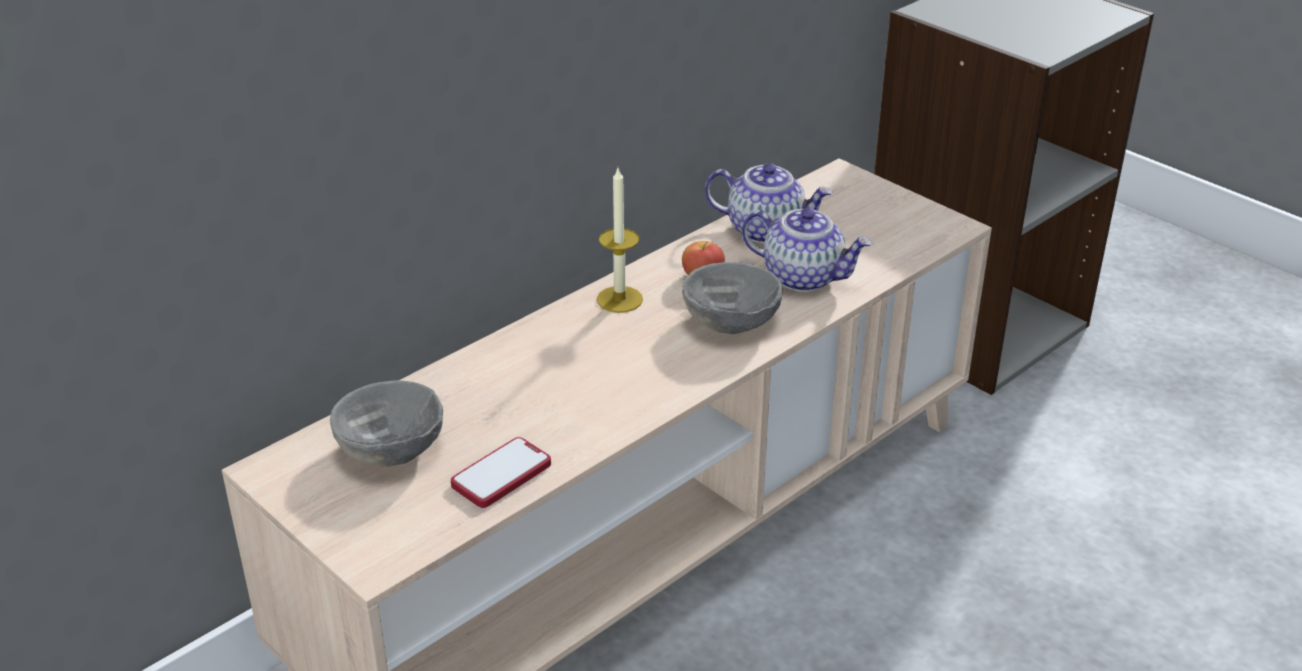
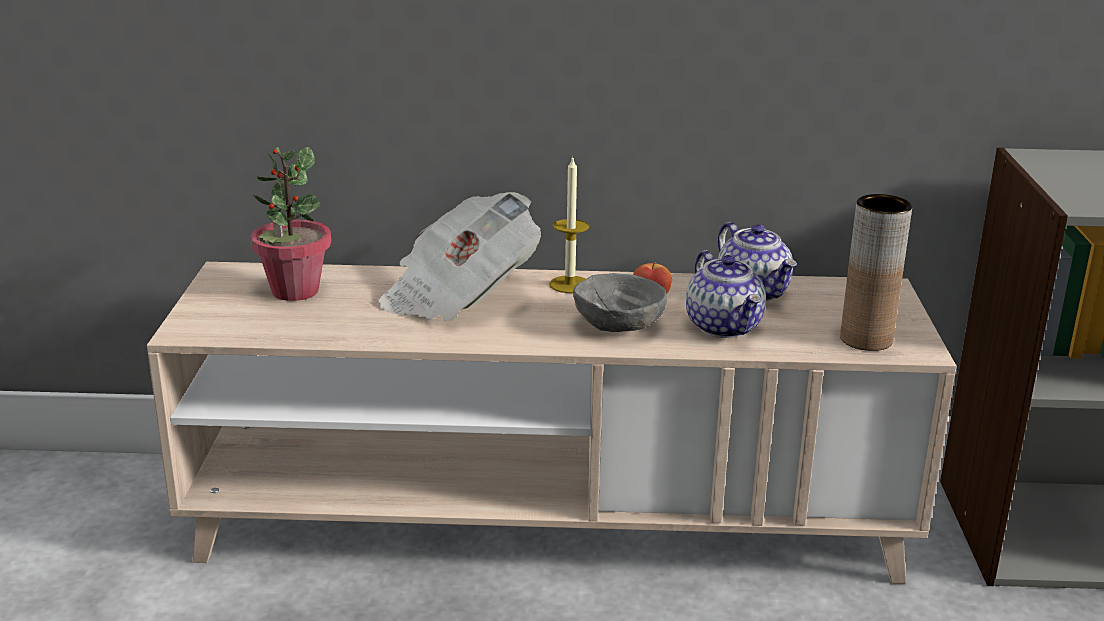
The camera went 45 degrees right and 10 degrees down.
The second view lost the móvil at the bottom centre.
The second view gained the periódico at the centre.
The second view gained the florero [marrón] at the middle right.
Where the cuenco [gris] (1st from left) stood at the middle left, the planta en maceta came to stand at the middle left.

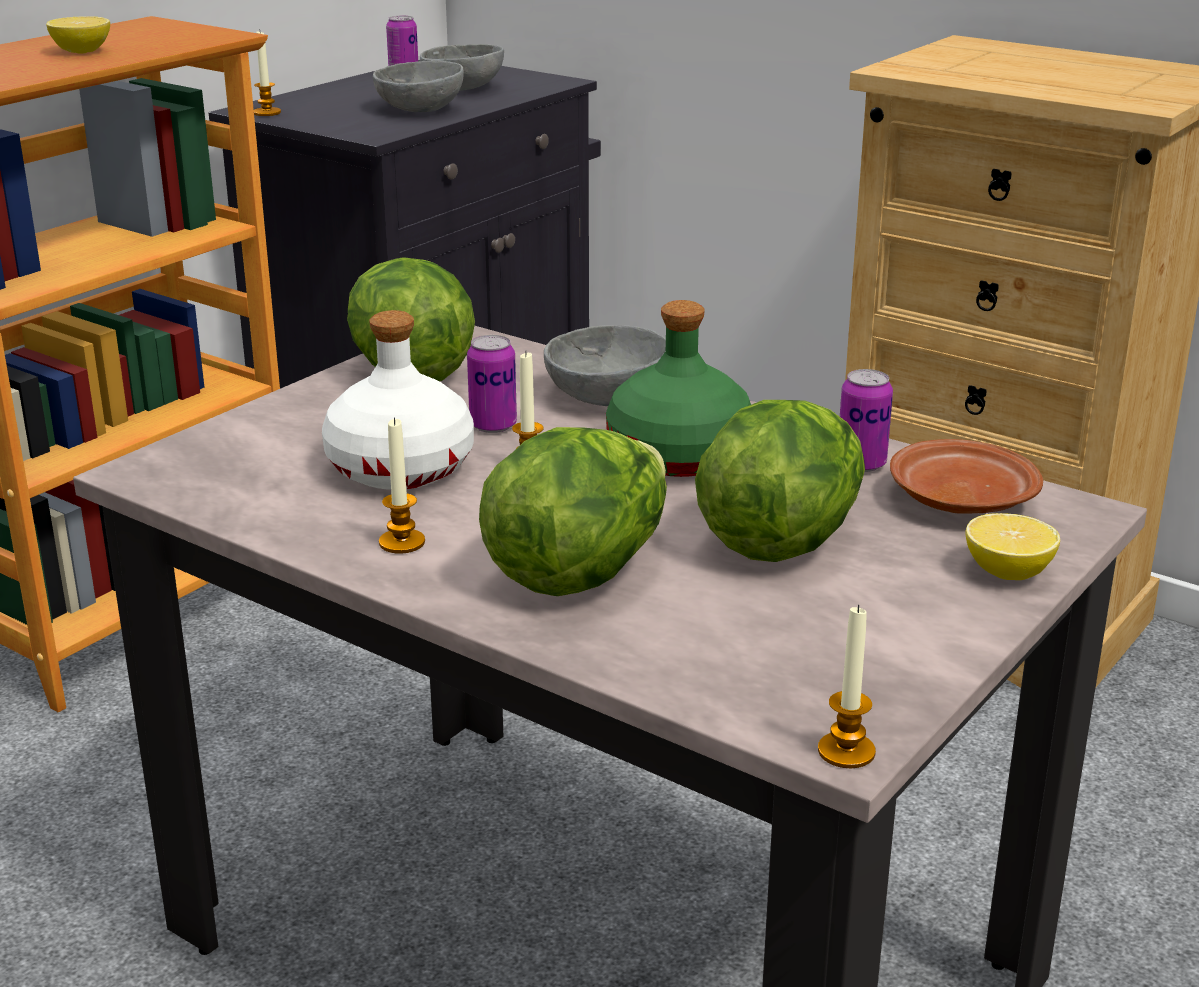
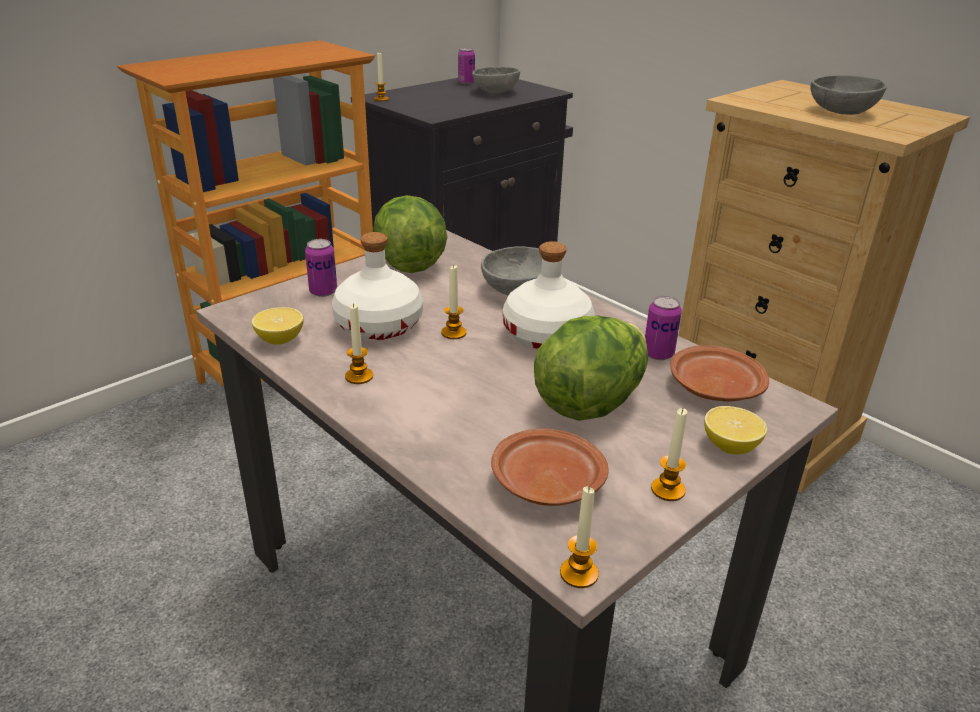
The camera went 10 degrees right and 5 degrees up.
The second view lost the lechuga (2nd from left) at the centre.
The second view gained the plato [marrón] (1st from left) at the centre.
The second view gained the vela (5th from left) at the middle right.
The limón (1st from left) ended up elsewhere, having gone from the top left to the middle left.
The cuenco [gris] (1st from left in the first image) ended up elsewhere, having gone from the top centre to the top right.
The lata (2nd from left in the first image) ended up elsewhere, having gone from the centre to the middle left.
What was the botella [verde] at the centre turned into the botella [blanco] (2nd from left) at the centre.

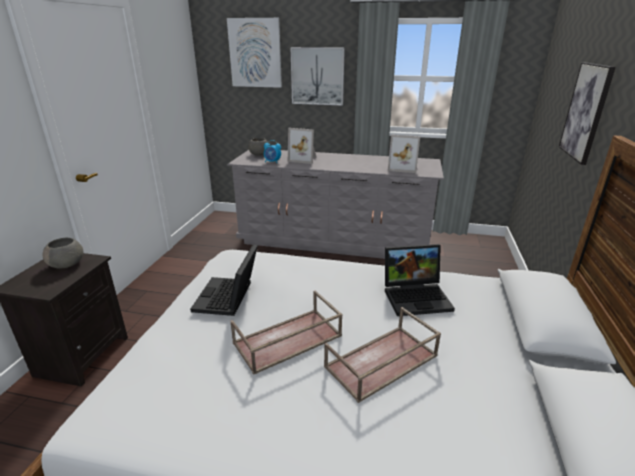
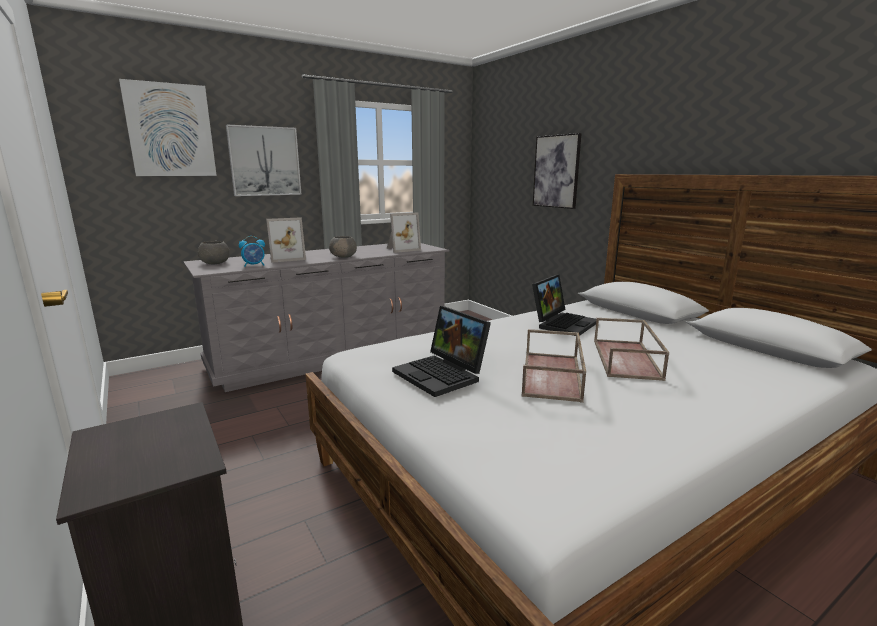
The camera went 45 degrees left and 10 degrees down.
The cuenco [gris] (1st from left in the first image) ended up elsewhere, having gone from the middle left to the centre.

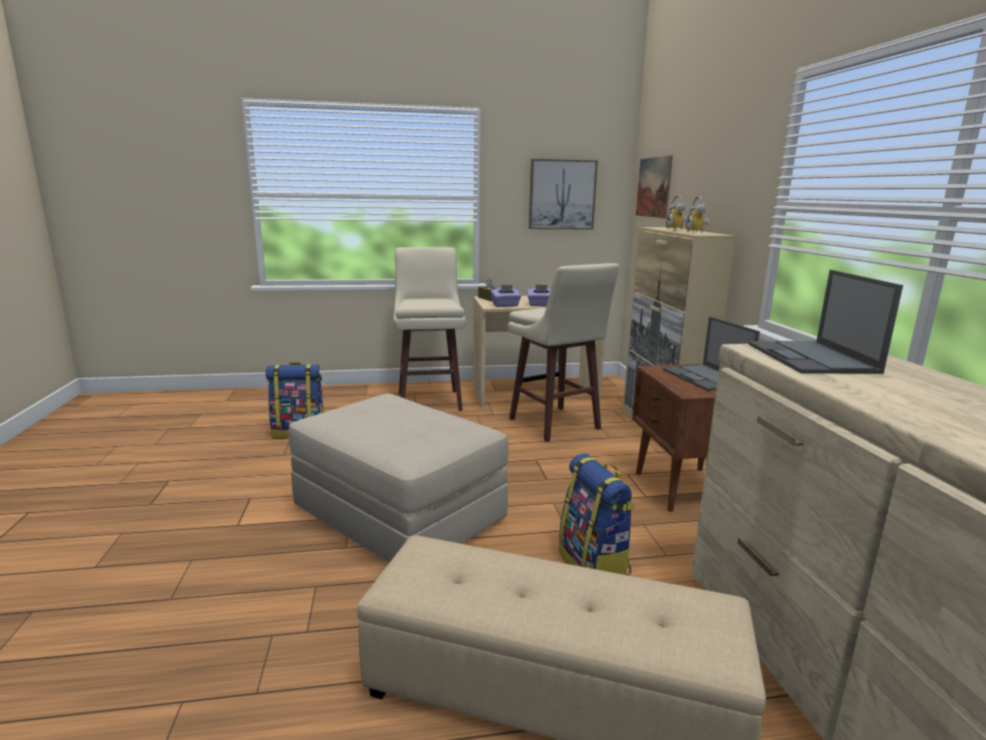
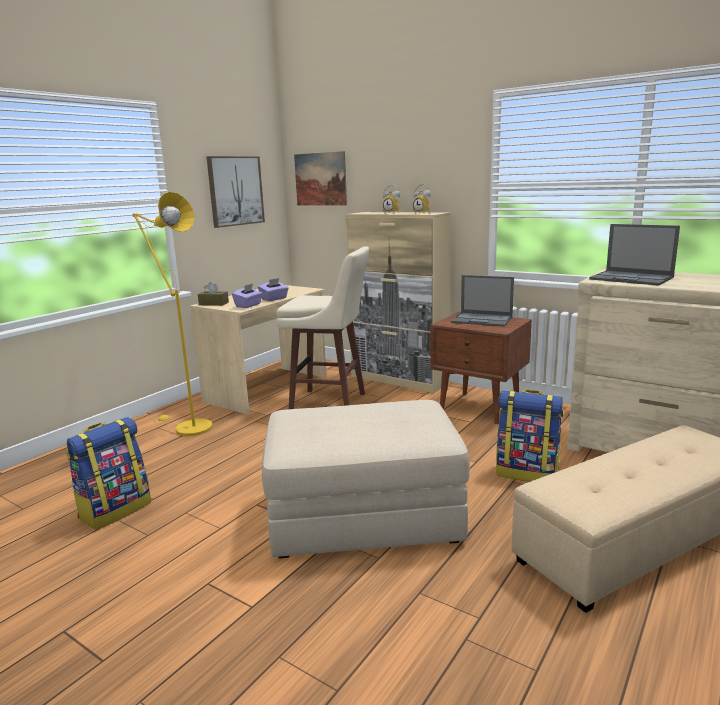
The camera went 45 degrees left and 0 degrees up.
Where the taburete [beis] (1st from left) stood at the centre, the lámpara de pie [amarillo] came to stand at the middle left.

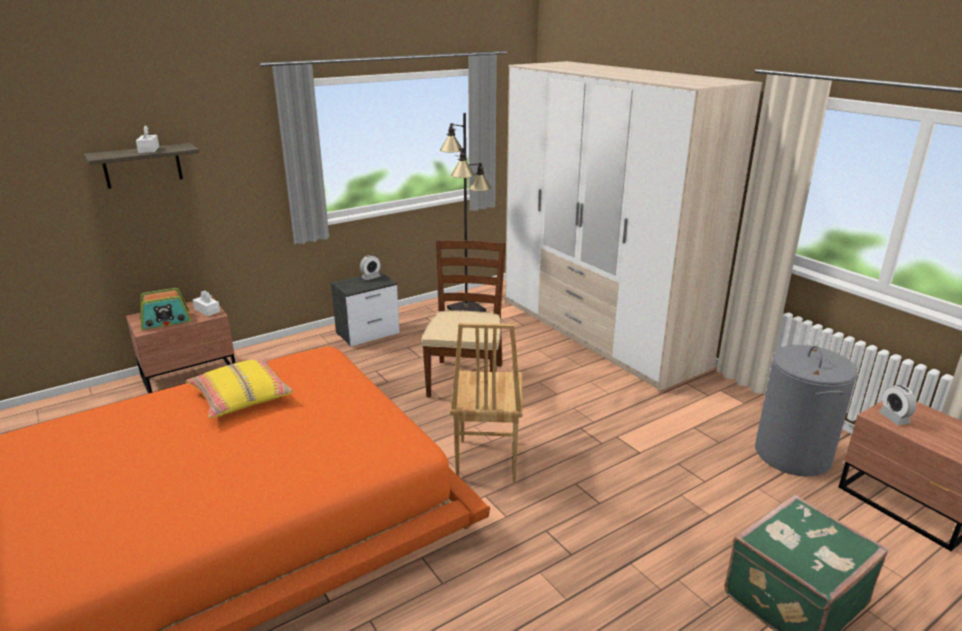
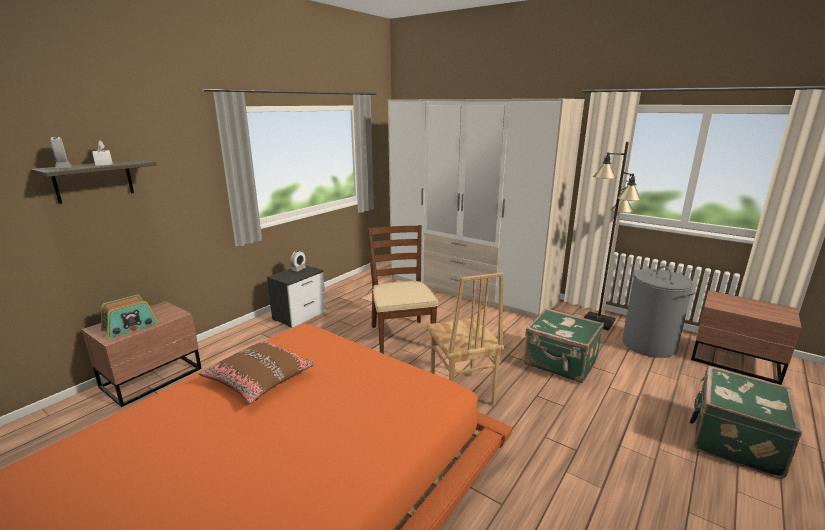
The camera went 20 degrees left and 5 degrees down.
The second view lost the caja de pañuelos [blanco] (2nd from left) at the middle left.
The second view gained the maleta [verde] (1st from left) at the middle right.
The lámpara de pie [negro] ended up elsewhere, having gone from the centre to the middle right.
The despertador (2nd from left in the first image) ended up elsewhere, having gone from the middle right to the top left.
What was the cojín [amarillo] at the middle left turned into the cojín [marrón] at the bottom left.

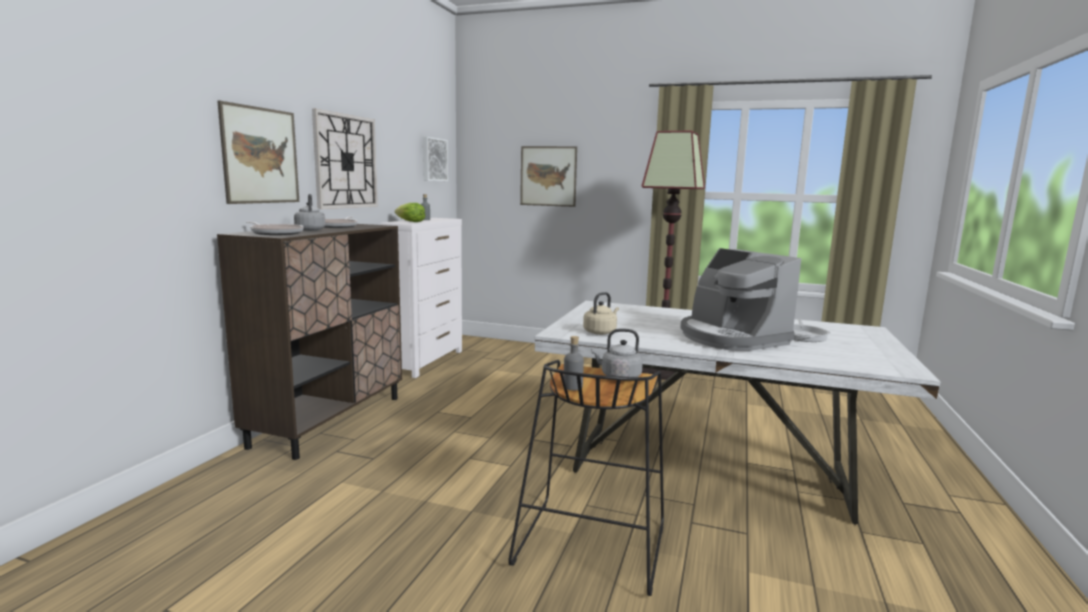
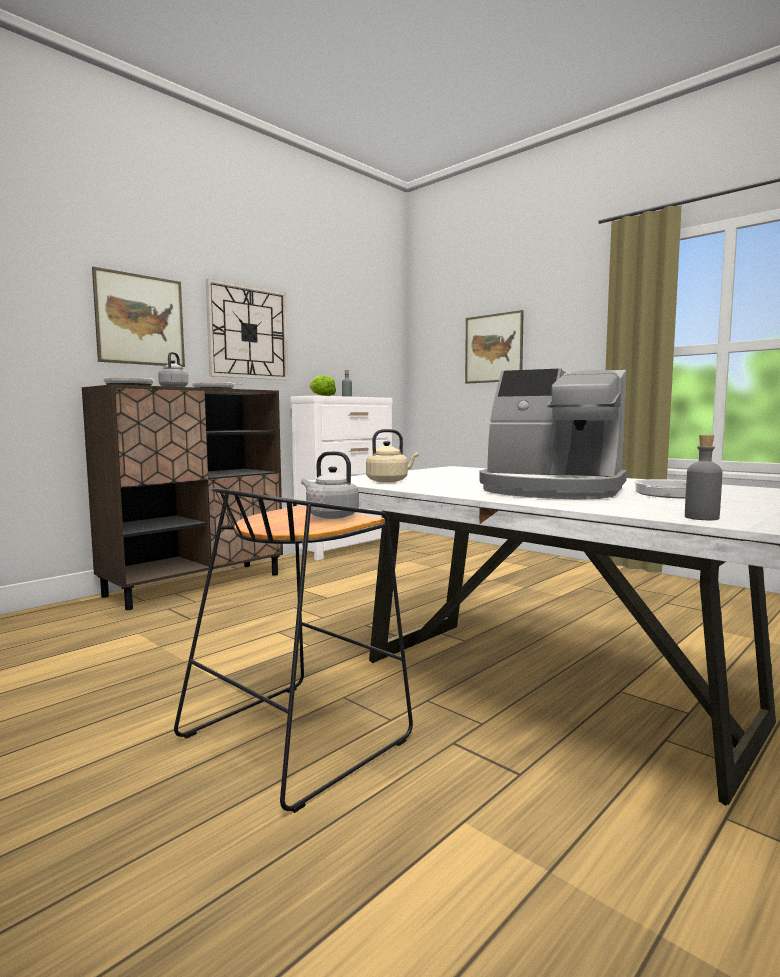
The camera went 25 degrees right and 5 degrees down.
The second view lost the cuadro (2nd from left) at the top centre.
The second view lost the lámpara de pie at the centre.
The botella [gris] (2nd from left) ended up elsewhere, having gone from the centre to the middle right.
The cafetera at the middle right ended up facing another way, 60 degrees counterclockwise from before.

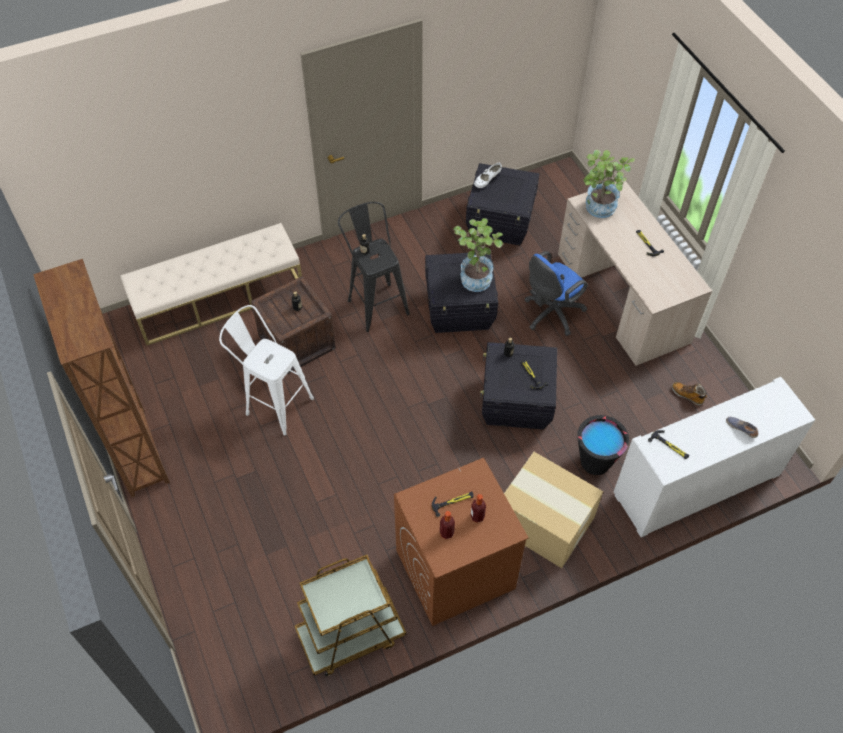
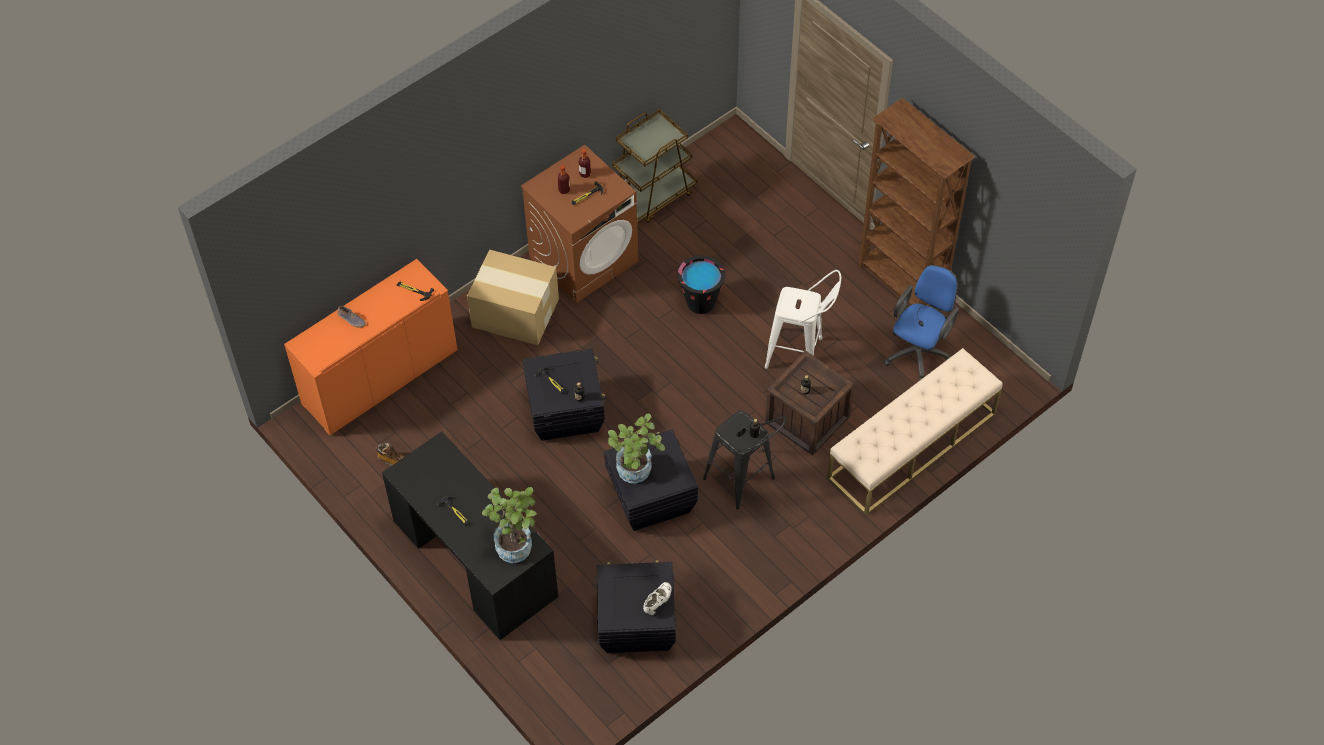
The camera went 165 degrees right and 0 degrees up.
The silla de oficina [azul] ended up elsewhere, having gone from the centre to the middle right.
The cubo [negro] ended up elsewhere, having gone from the middle right to the centre.
What was the escritorio [beis] at the middle right turned into the escritorio [negro] at the bottom centre.
What was the armario [blanco] at the middle right turned into the armario [naranja] at the middle left.

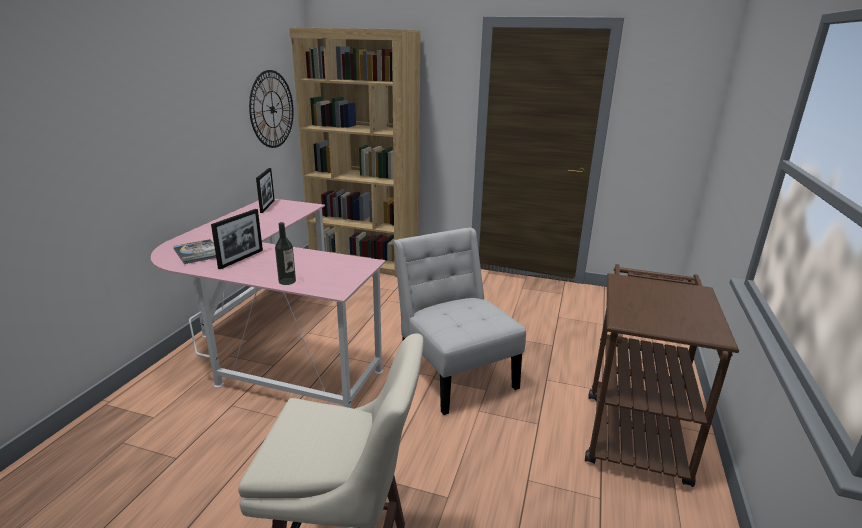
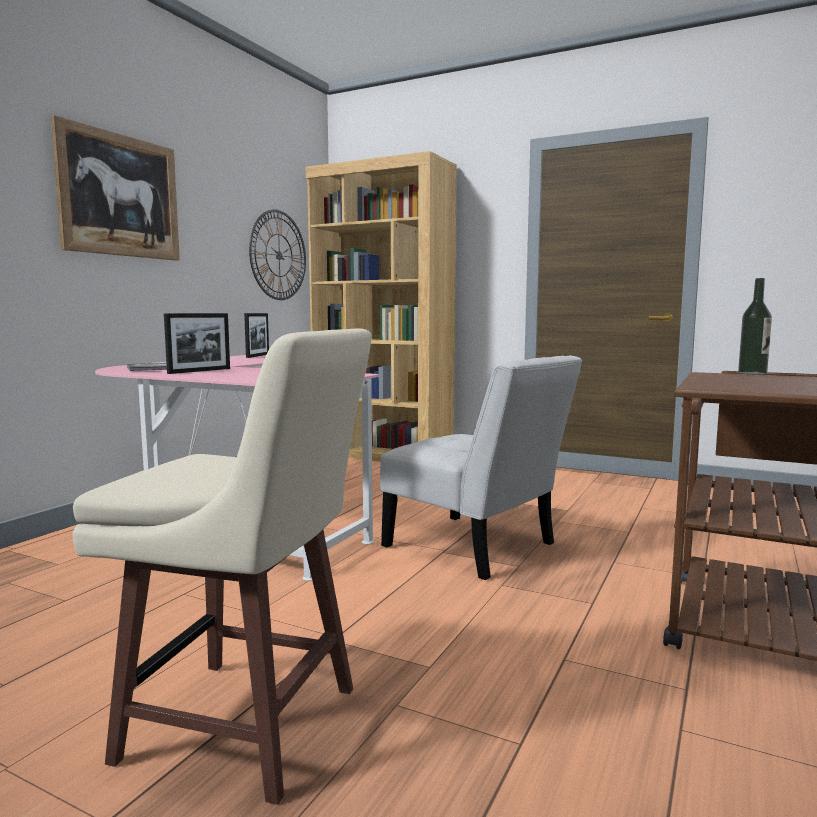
The camera went 10 degrees right and 15 degrees down.
The second view gained the cuadro at the top left.
The botella ended up elsewhere, having gone from the middle left to the middle right.
The silla [blanco] at the centre ended up facing another way, 150 degrees clockwise from before.

